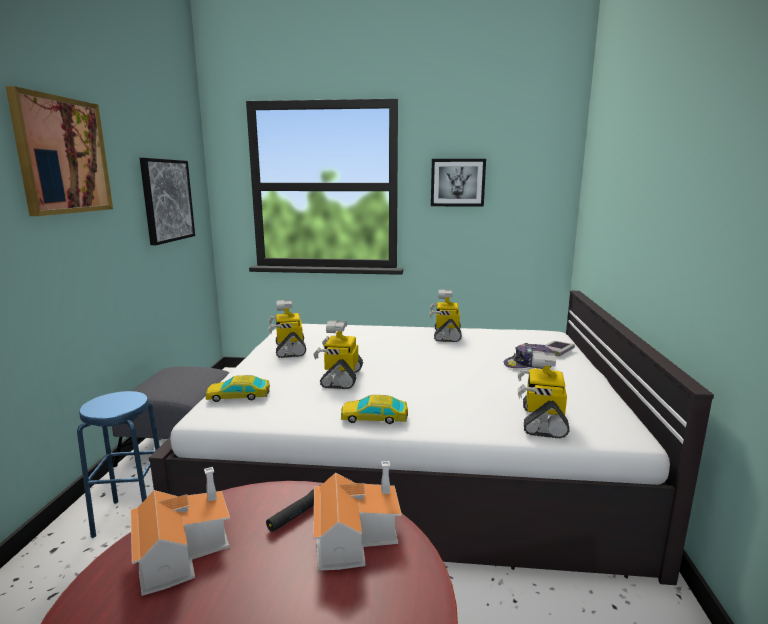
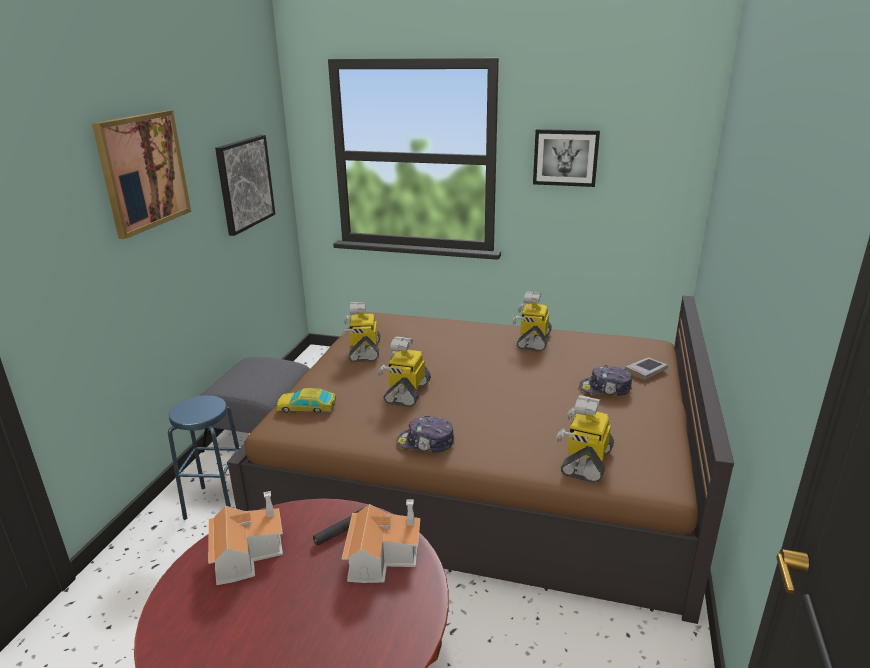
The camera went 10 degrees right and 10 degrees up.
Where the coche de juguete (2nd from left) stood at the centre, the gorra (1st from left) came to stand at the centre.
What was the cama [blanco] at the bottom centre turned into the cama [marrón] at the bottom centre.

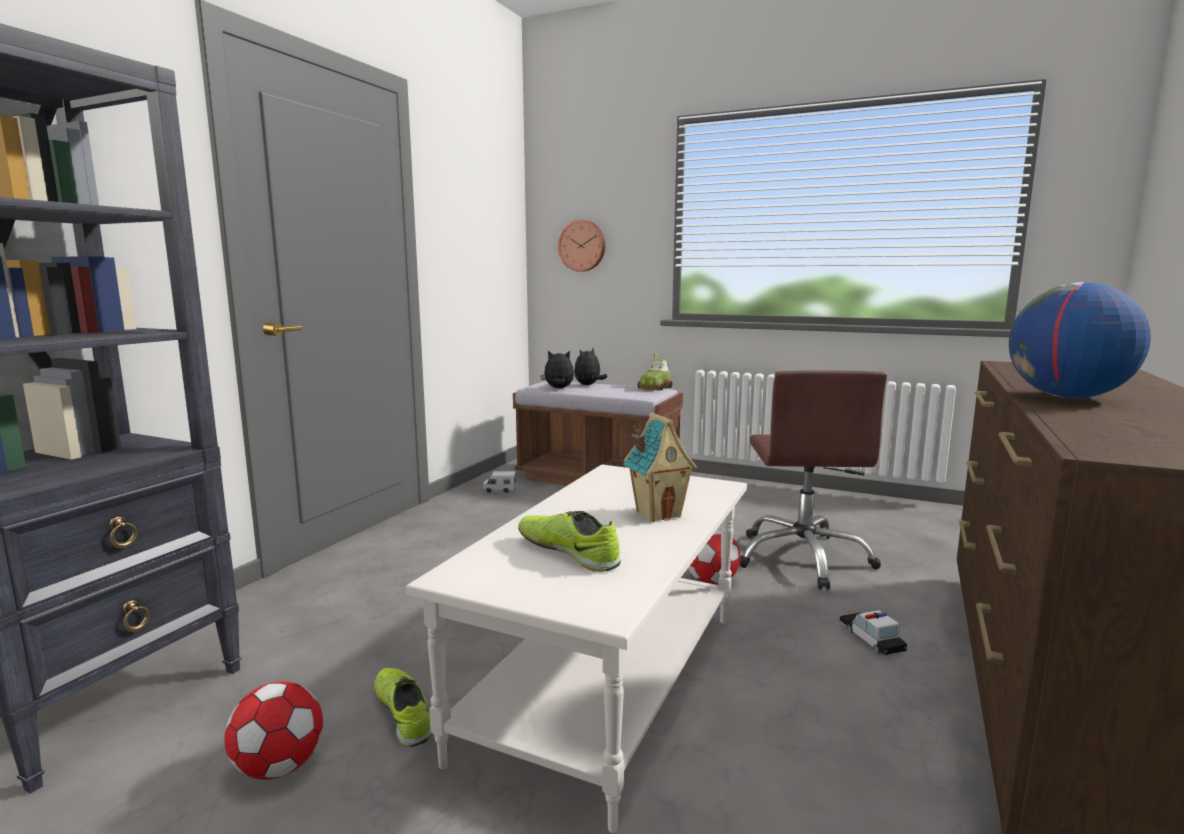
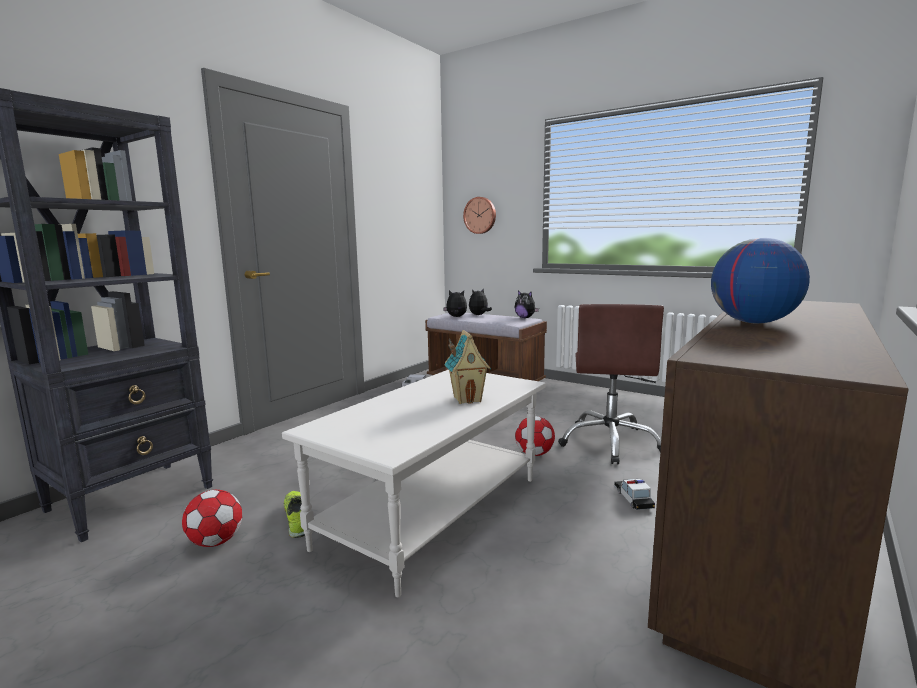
The camera went 10 degrees right and 0 degrees up.
The second view lost the zapato (2nd from left) at the centre.
Where the coche de juguete (1st from left) stood at the centre, the peluche (3rd from left) came to stand at the centre.

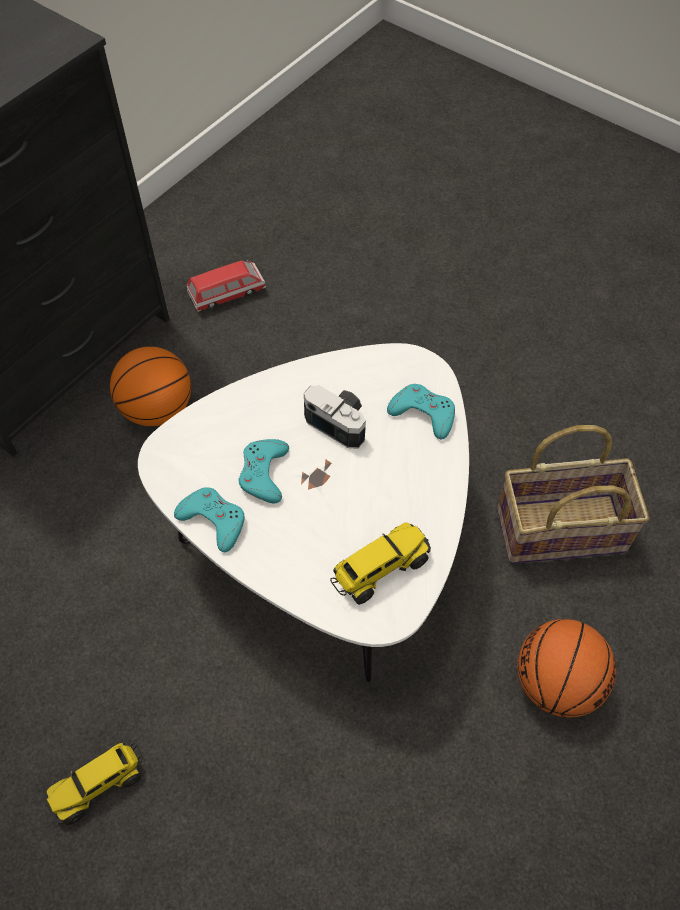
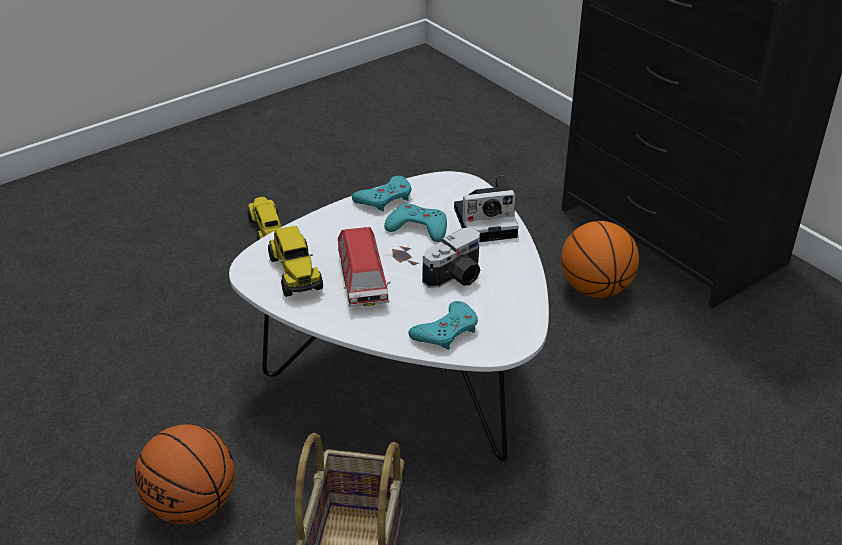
The camera went 105 degrees right and 20 degrees down.
The second view gained the cámara (2nd from left) at the centre.
The coche de juguete ended up elsewhere, having gone from the top left to the centre.

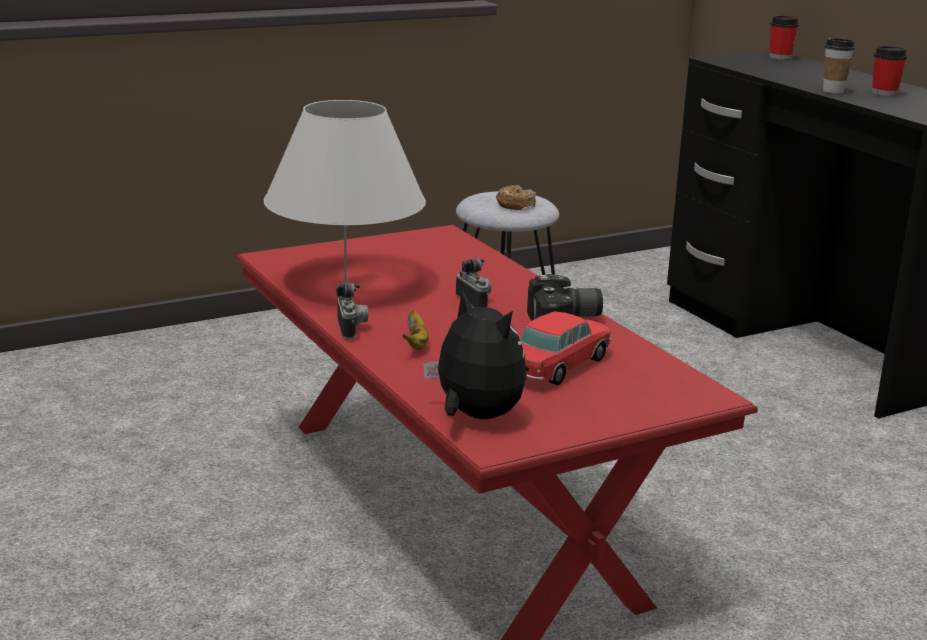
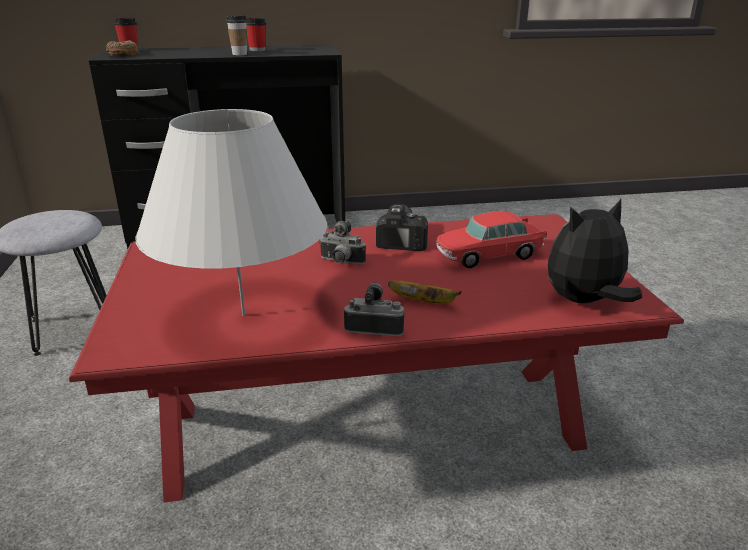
The camera went 70 degrees left and 5 degrees up.
The rosquilla ended up elsewhere, having gone from the top centre to the top left.
The cámara (2nd from left in the first image) at the centre ended up facing another way, 150 degrees counterclockwise from before.
The coche de juguete at the centre ended up facing another way, 75 degrees counterclockwise from before.

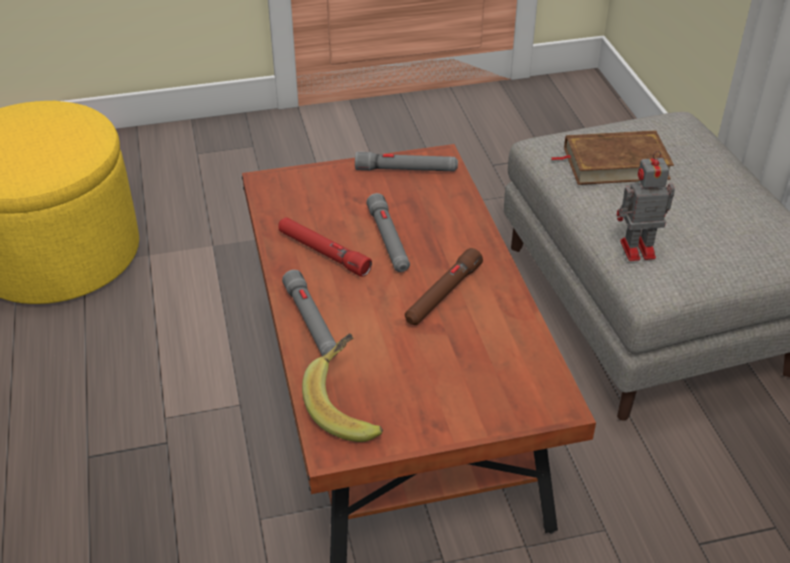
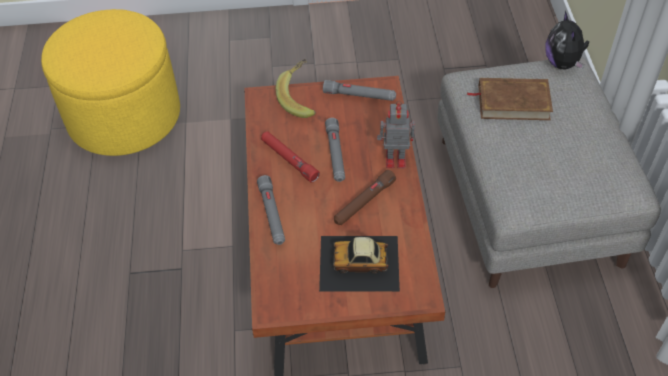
The camera went 10 degrees right and 10 degrees up.
The second view gained the coche de juguete at the bottom centre.
The second view gained the peluche at the top right.
The plátano ended up elsewhere, having gone from the bottom centre to the top centre.
The robot de juguete ended up elsewhere, having gone from the middle right to the centre.

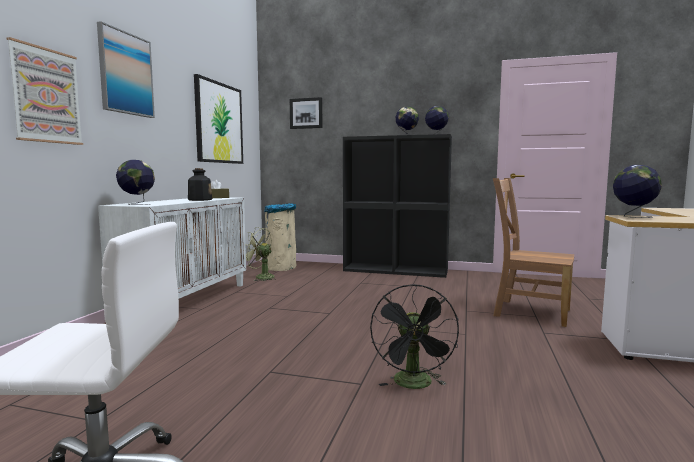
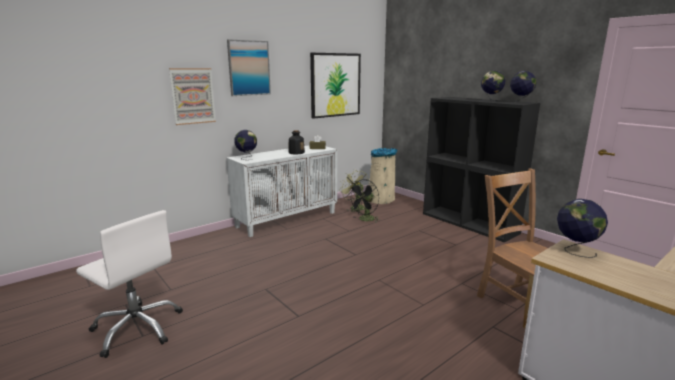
The camera went 35 degrees right and 10 degrees up.
The second view lost the cuadro (4th from left) at the top centre.
The ventilador [negro] ended up elsewhere, having gone from the bottom centre to the centre.

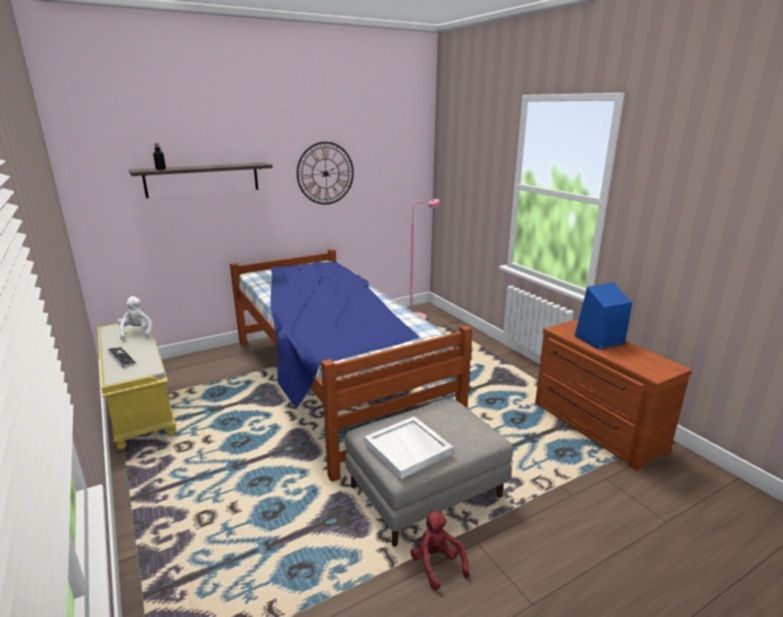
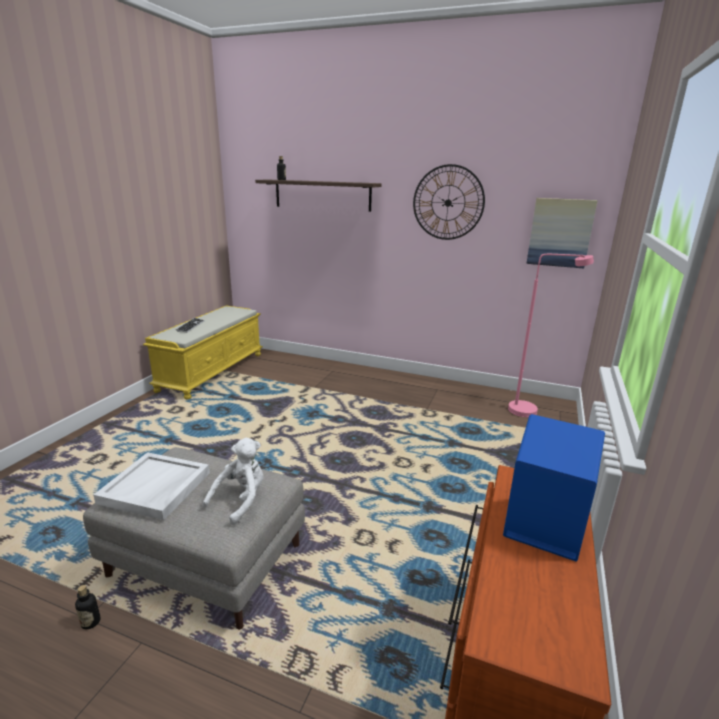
The camera went 50 degrees right and 0 degrees up.
The second view lost the cama at the centre.
The second view gained the cuadro at the top right.
The peluche [blanco] ended up elsewhere, having gone from the middle left to the bottom left.
Where the peluche [rojo] stood at the bottom centre, the botella (1st from left) came to stand at the bottom left.

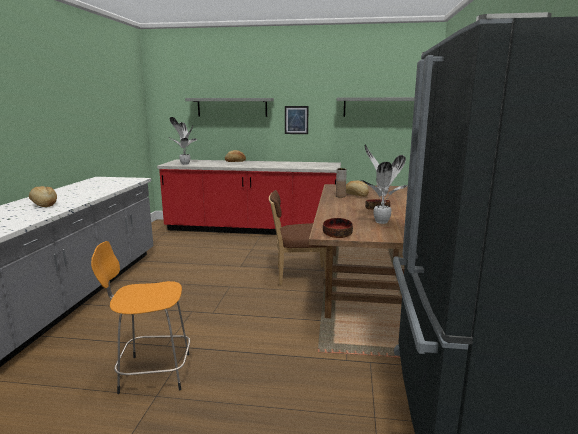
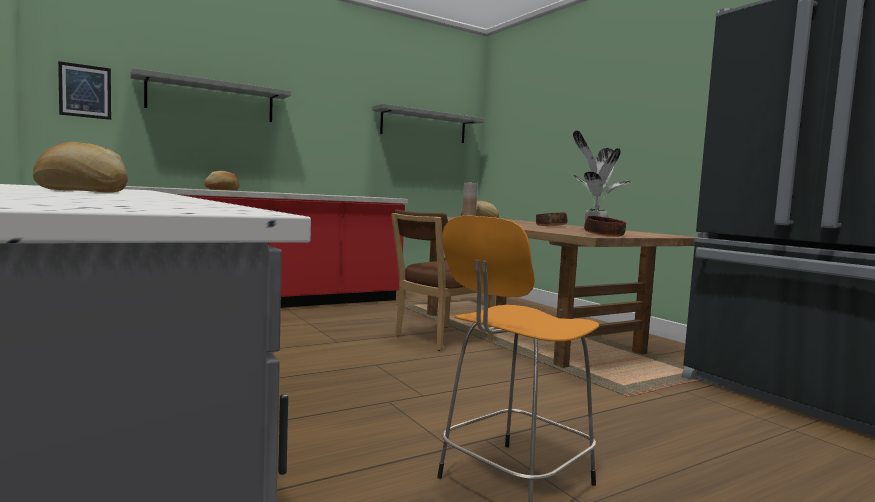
The camera went 40 degrees left and 10 degrees down.
The second view lost the planta en maceta (1st from left) at the top left.
The cuadro ended up elsewhere, having gone from the top centre to the top left.

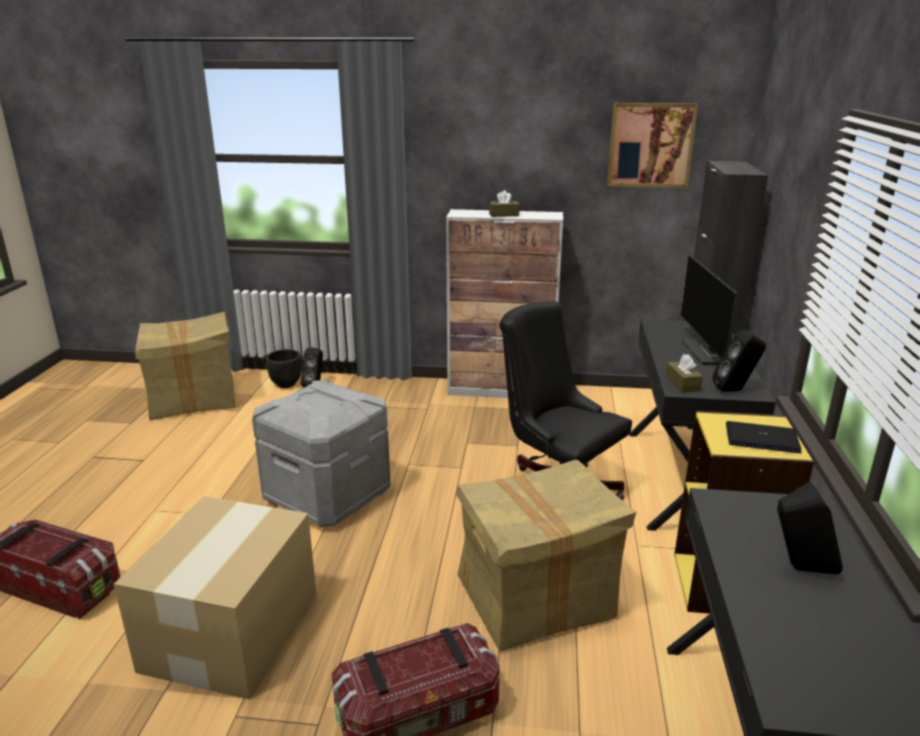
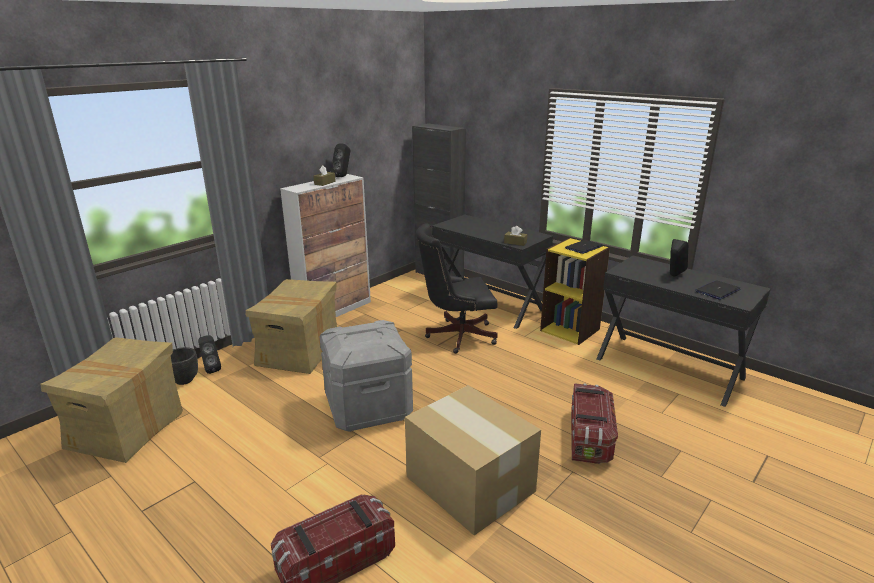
The camera went 55 degrees left and 0 degrees up.
The second view lost the cuadro at the top right.
The second view lost the monitor at the middle right.
The second view gained the portátil (2nd from left) at the middle right.
The caja de cartón (3rd from left in the first image) ended up elsewhere, having gone from the bottom centre to the middle left.
The altavoz [negro] (2nd from left) ended up elsewhere, having gone from the middle right to the top centre.

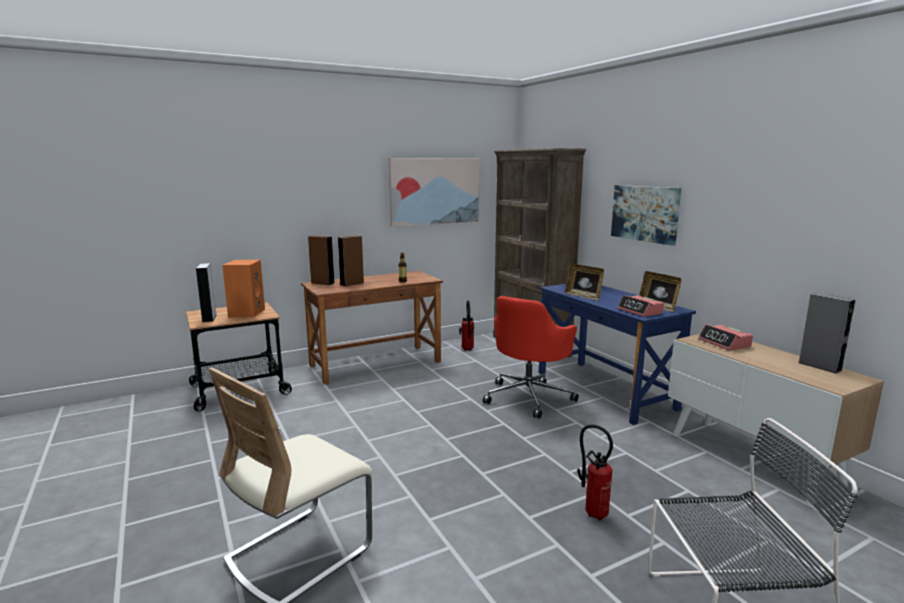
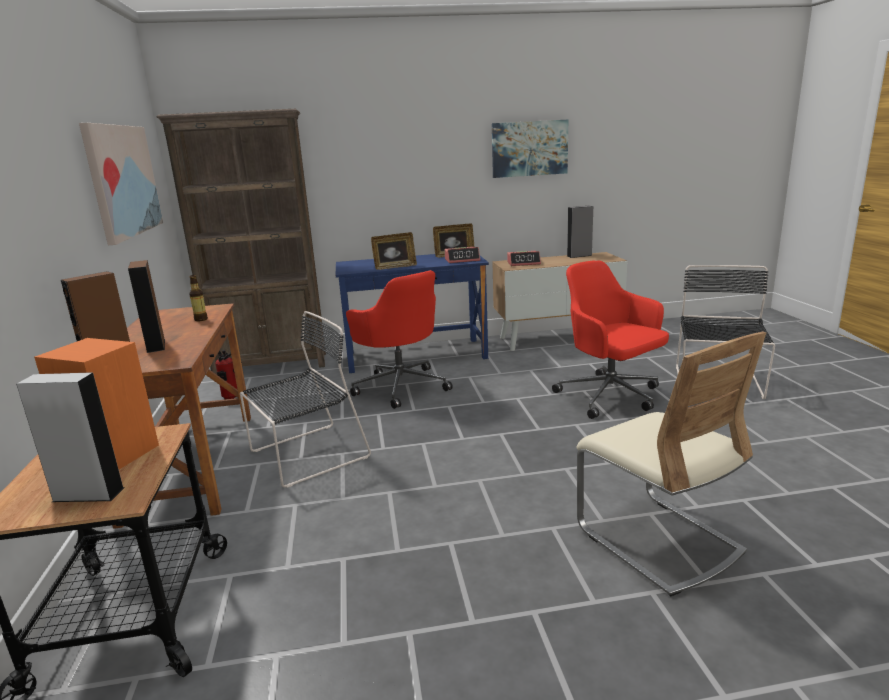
The camera went 70 degrees left and 5 degrees up.
The second view gained the silla [negro] (1st from left) at the centre.
The cuadro (2nd from left) ended up elsewhere, having gone from the middle right to the top centre.
Where the extintor (2nd from left) stood at the bottom centre, the silla de oficina [rojo] (2nd from left) came to stand at the middle right.

